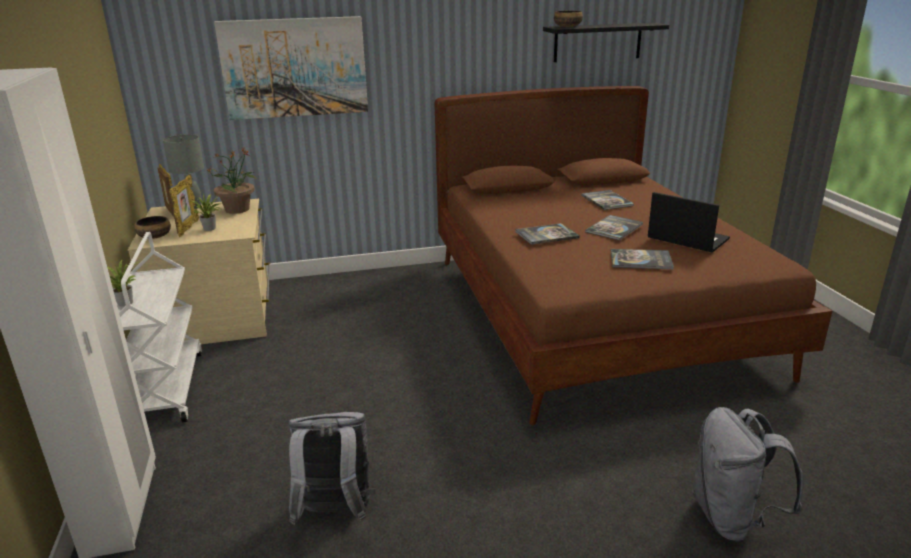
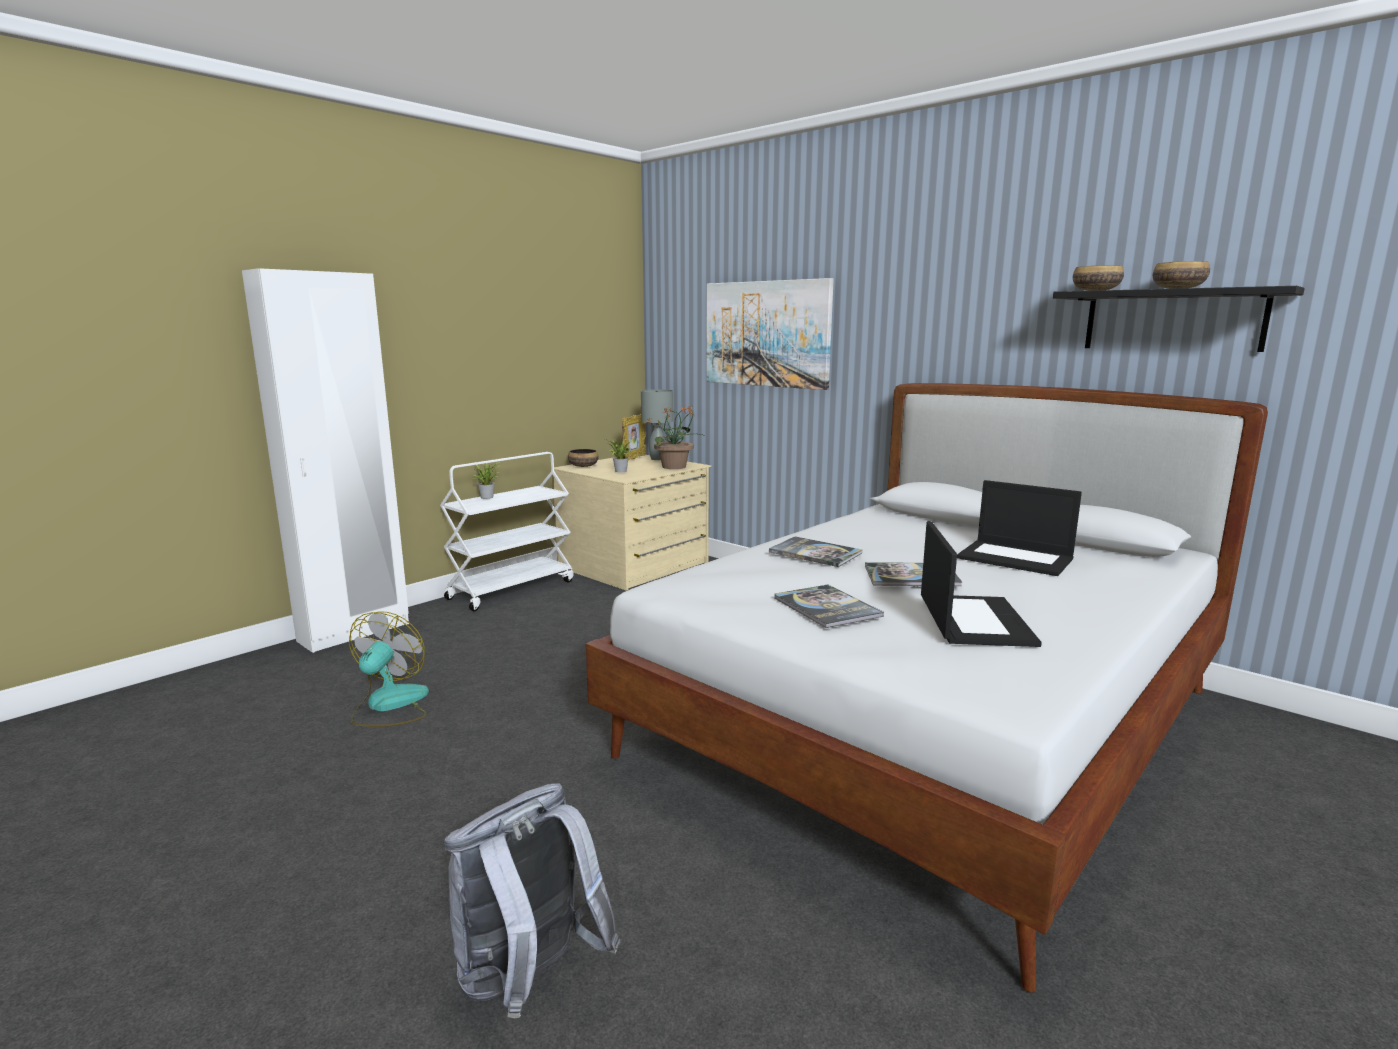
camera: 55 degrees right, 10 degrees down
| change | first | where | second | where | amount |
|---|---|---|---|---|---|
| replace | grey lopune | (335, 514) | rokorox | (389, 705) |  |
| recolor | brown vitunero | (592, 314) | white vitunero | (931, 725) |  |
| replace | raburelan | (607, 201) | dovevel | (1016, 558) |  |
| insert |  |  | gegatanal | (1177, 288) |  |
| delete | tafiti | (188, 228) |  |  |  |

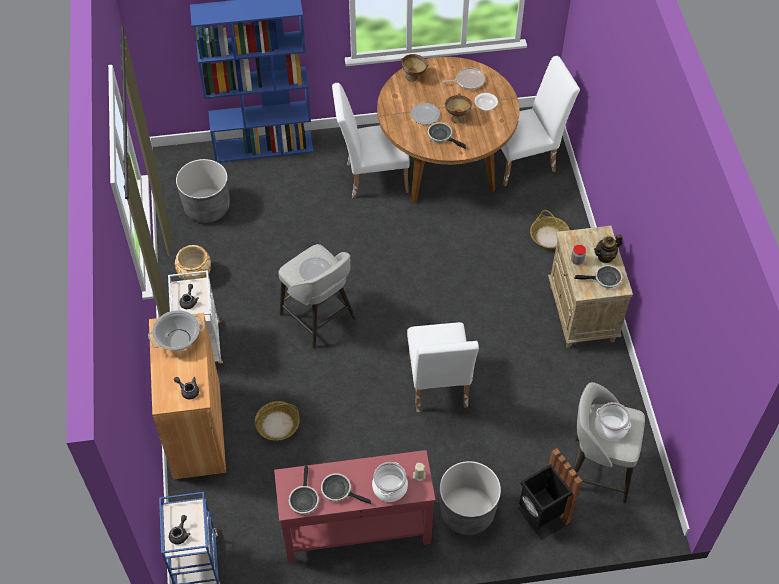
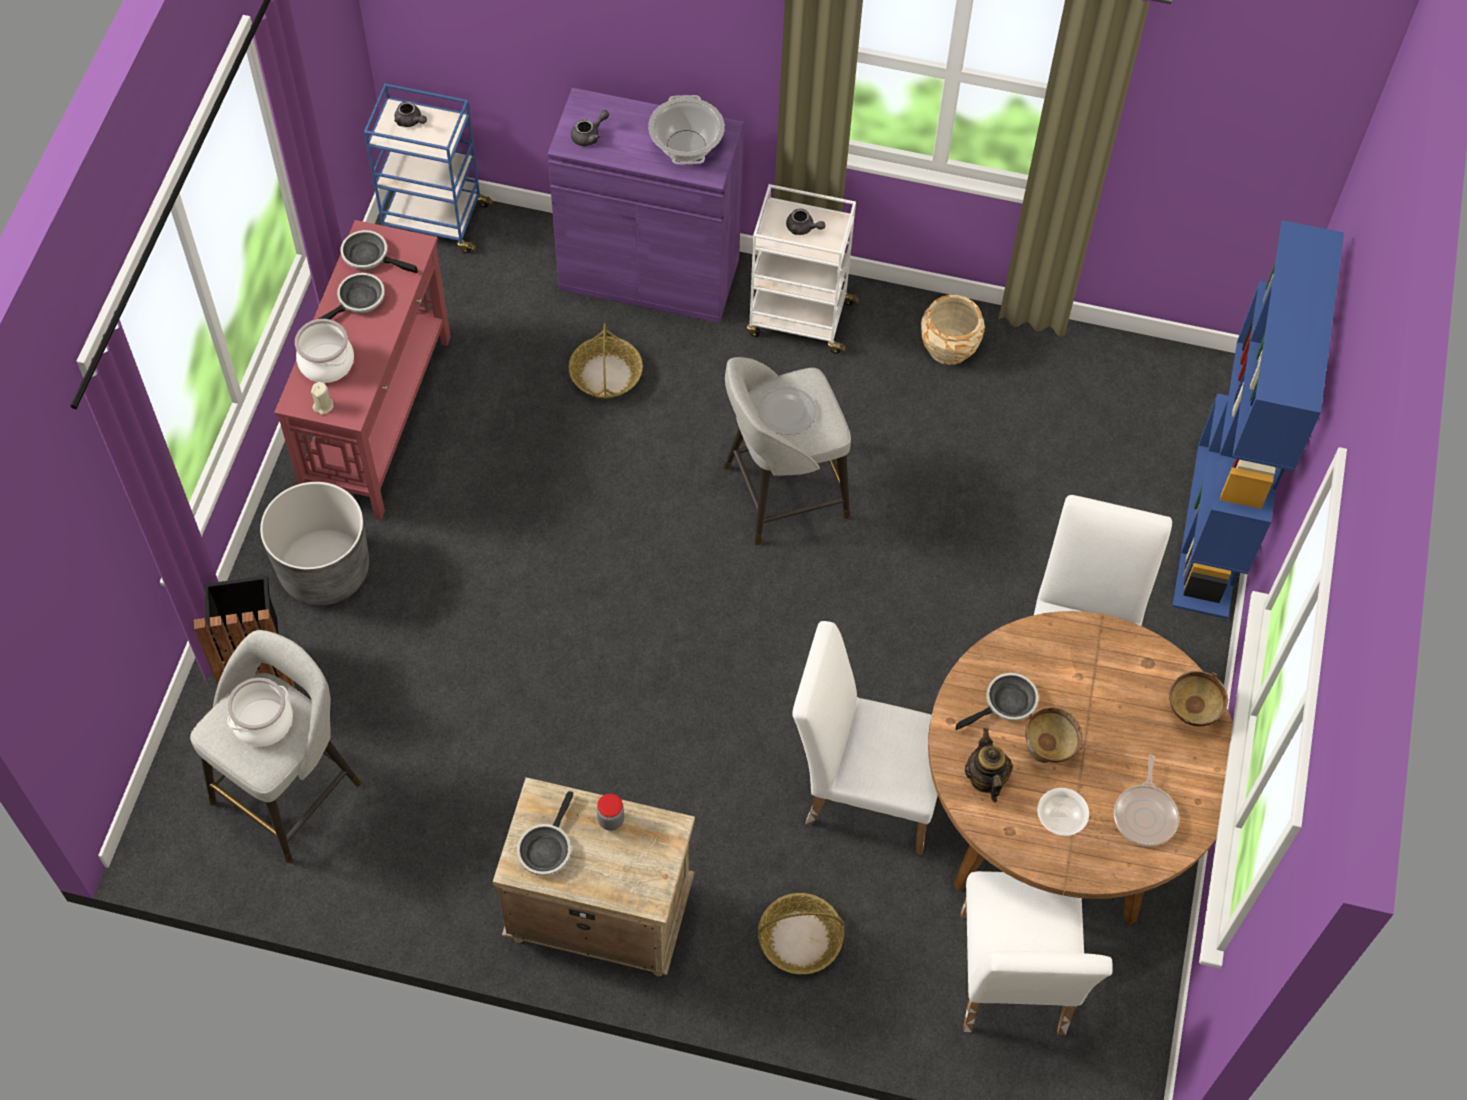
camera: 110 degrees right, 5 degrees up
| change | first | where | second | where | amount |
|---|---|---|---|---|---|
| recolor | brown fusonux | (197, 430) | purple fusonux | (649, 274) |  |
| move | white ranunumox | (438, 388) |  | (862, 792) |  |
| move | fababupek | (605, 256) |  | (985, 778) |  |
| delete | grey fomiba | (207, 207) |  |  |  |
| delete | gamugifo | (425, 115) |  |  |  |

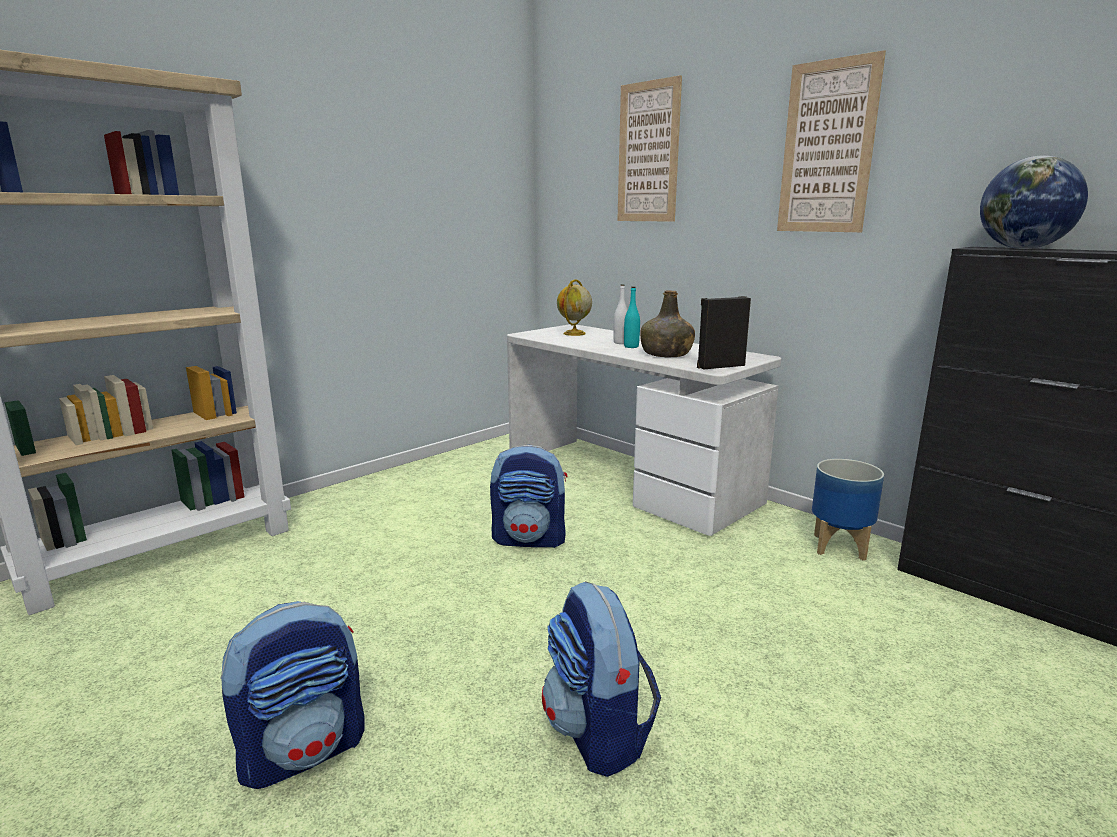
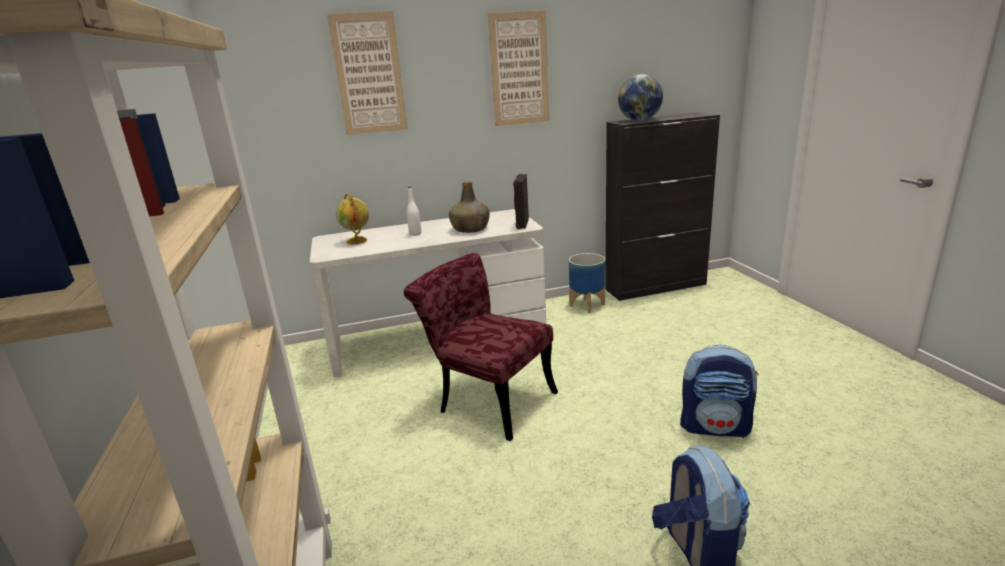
camera: 60 degrees left, 5 degrees up
| change | first | where | second | where | amount |
|---|---|---|---|---|---|
| replace | lopune | (530, 539) | red ranunumox | (488, 399) |  |
| delete | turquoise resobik | (631, 346) |  |  |  |

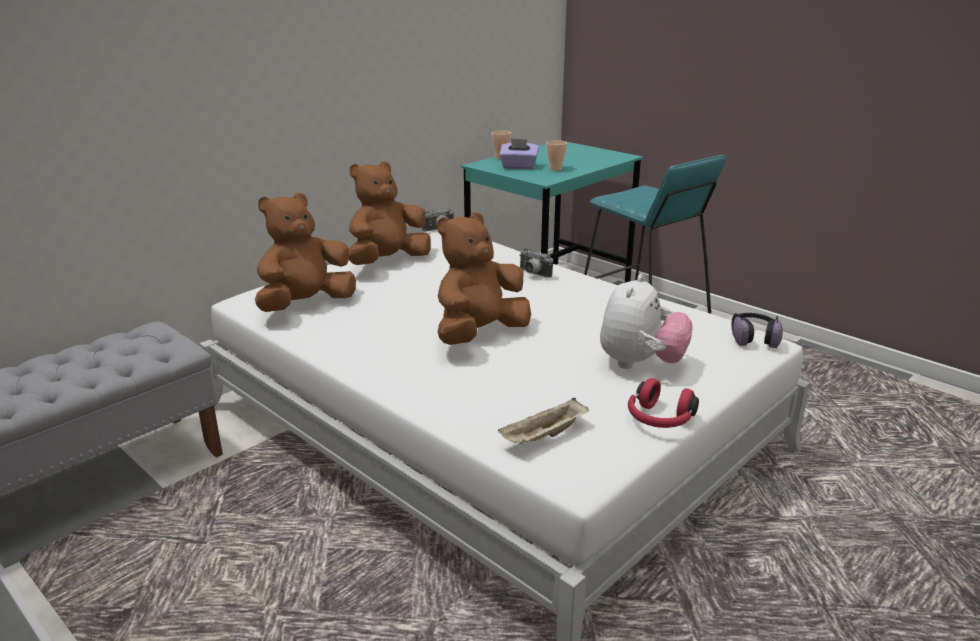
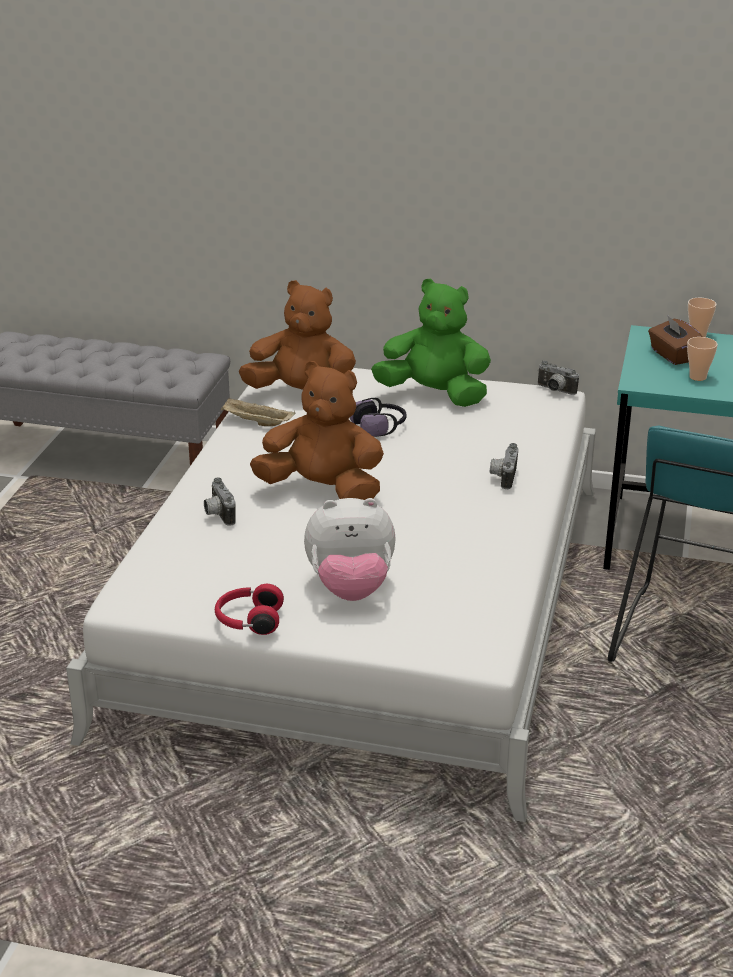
camera: 60 degrees right, 5 degrees up
| change | first | where | second | where | amount |
|---|---|---|---|---|---|
| insert |  |  | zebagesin | (218, 514) |  |
| move | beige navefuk | (544, 437) |  | (256, 422) |  |
| move | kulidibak | (753, 337) |  | (380, 427) |  |
| recolor | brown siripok | (387, 261) | green siripok | (434, 395) |  |
| recolor | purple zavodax | (518, 167) | brown zavodax | (672, 355) |  |

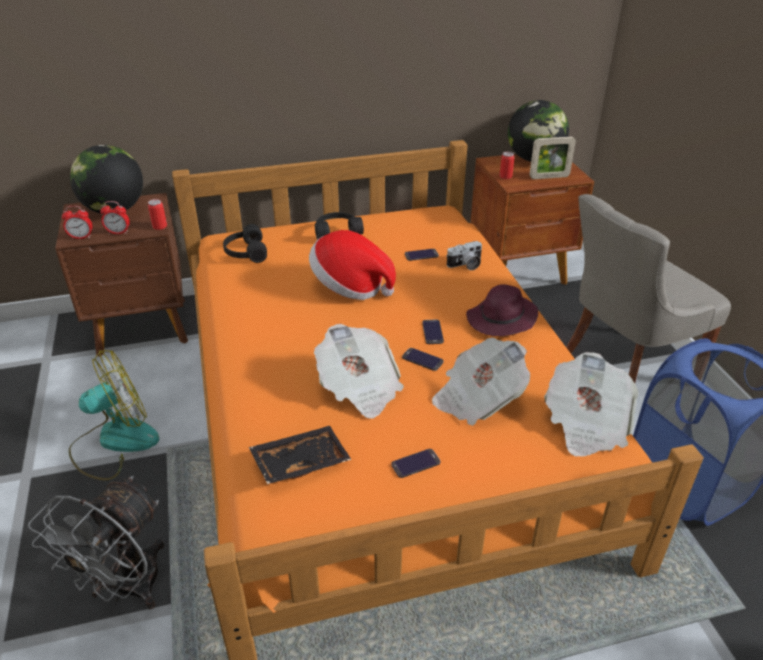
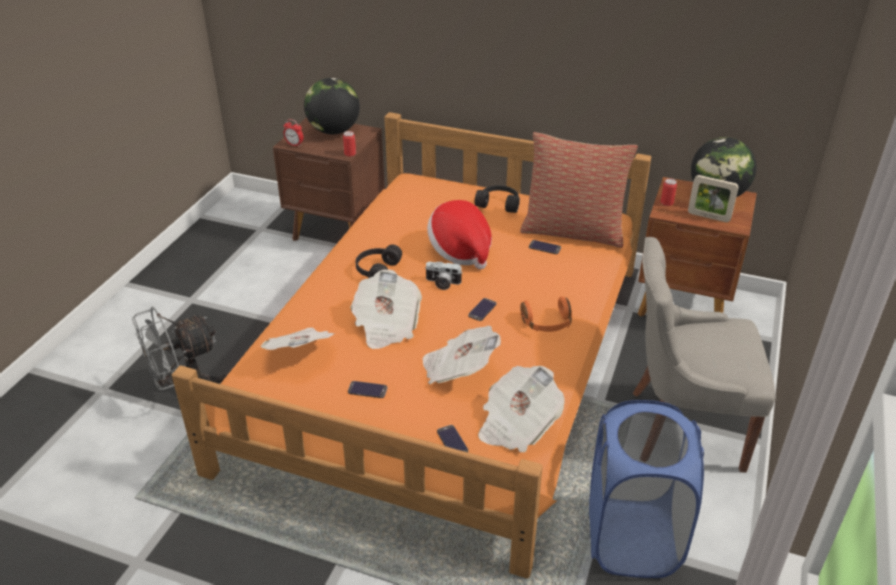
camera: 35 degrees right, 0 degrees up
| change | first | where | second | where | amount |
|---|---|---|---|---|---|
| replace | black navefuk | (300, 461) | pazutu | (300, 353) |  |
| move | black kulidibak | (245, 253) |  | (376, 270) |  |
| move | zebagesin | (465, 265) |  | (442, 283) |  |
| move | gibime | (422, 359) |  | (452, 441) |  |
| insert |  |  | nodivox | (573, 231) |  |
| replace | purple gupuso | (501, 320) | orange kulidibak | (547, 323) |  |
| delete | rokorox | (114, 442) |  |  |  |
| delete | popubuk | (118, 232) |  |  |  |

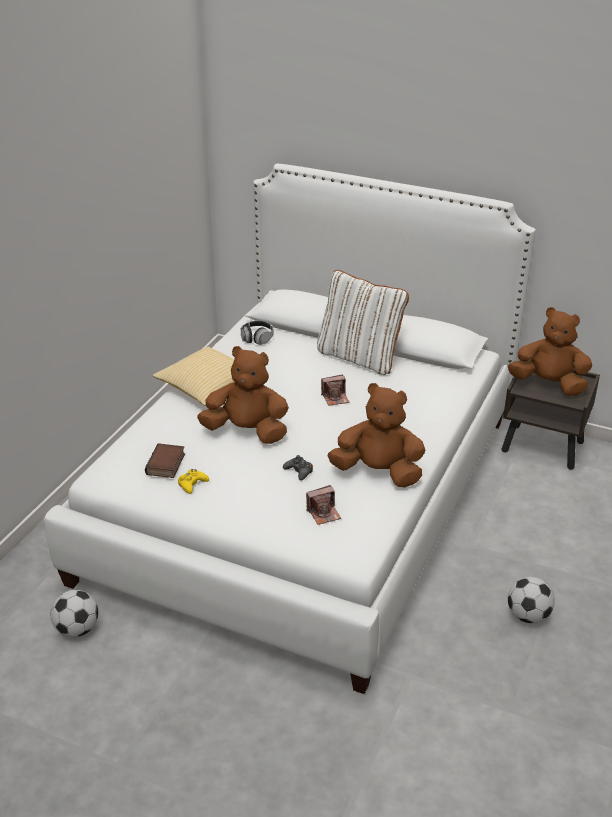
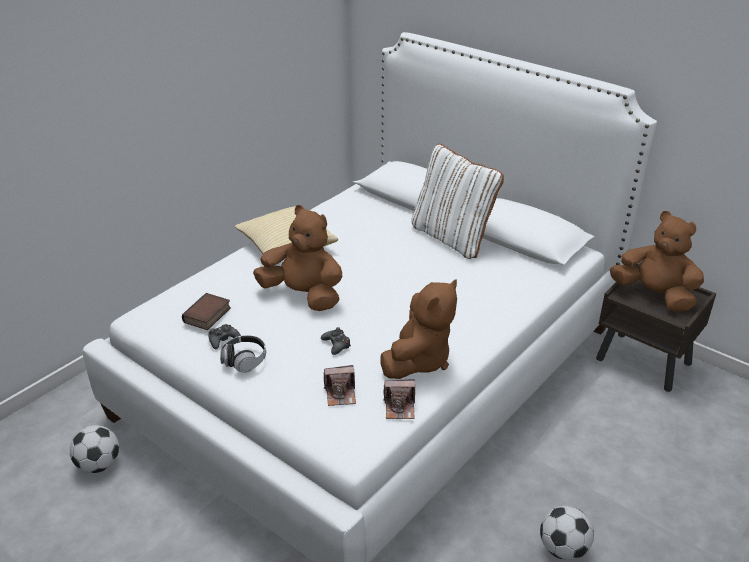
camera: 15 degrees right, 0 degrees up
| change | first | where | second | where | amount |
|---|---|---|---|---|---|
| recolor | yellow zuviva | (192, 484) | black zuviva | (223, 340) |  |
| move | kulidibak | (257, 338) |  | (244, 361) |  |
| rotate | brown siripok | (378, 472) |  | (418, 360) | 90 degrees clockwise |
| move | zebagesin | (335, 398) |  | (400, 408) |  |

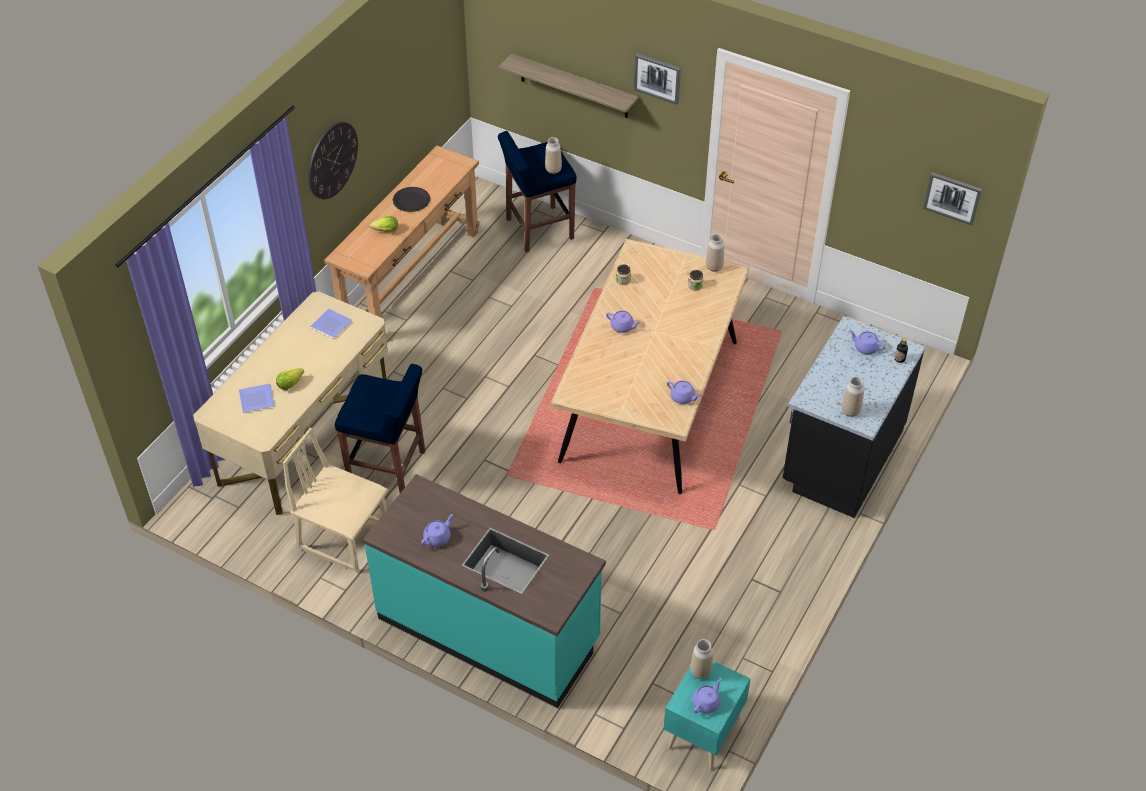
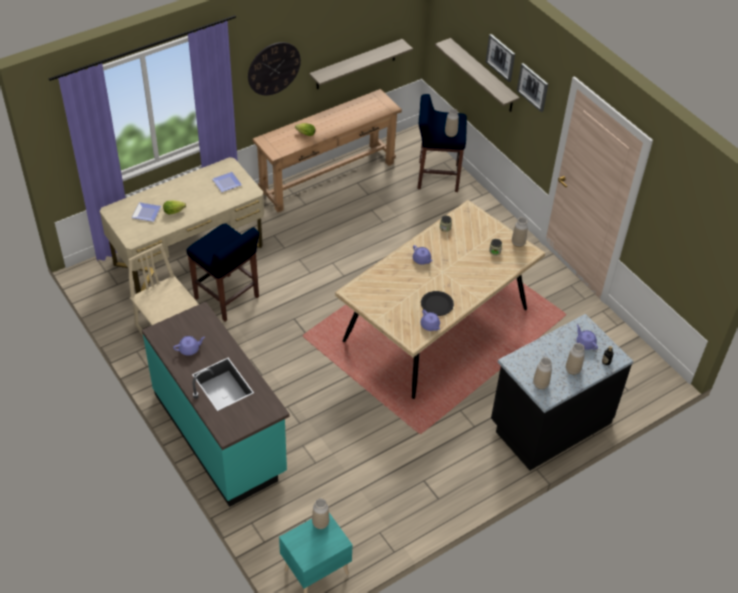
camera: 25 degrees right, 0 degrees up
| change | first | where | second | where | amount |
|---|---|---|---|---|---|
| insert |  |  | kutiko | (356, 64) |  |
| move | black gamugifo | (411, 200) |  | (437, 304) |  |
| move | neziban | (952, 197) |  | (501, 57) |  |
| insert |  |  | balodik | (572, 370) |  |
| delete | purple fababupek | (706, 702) |  |  |  |

